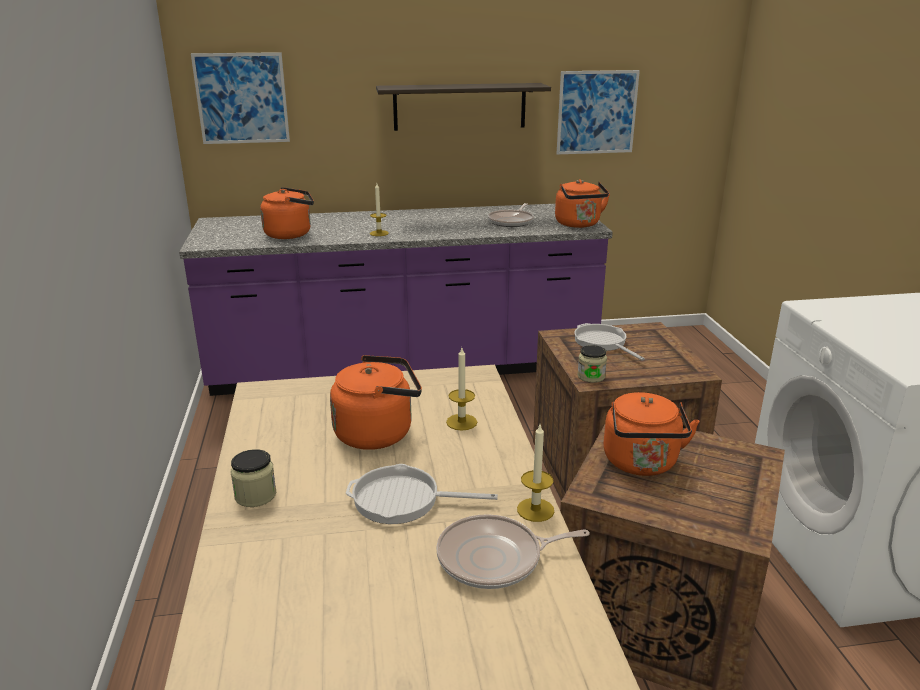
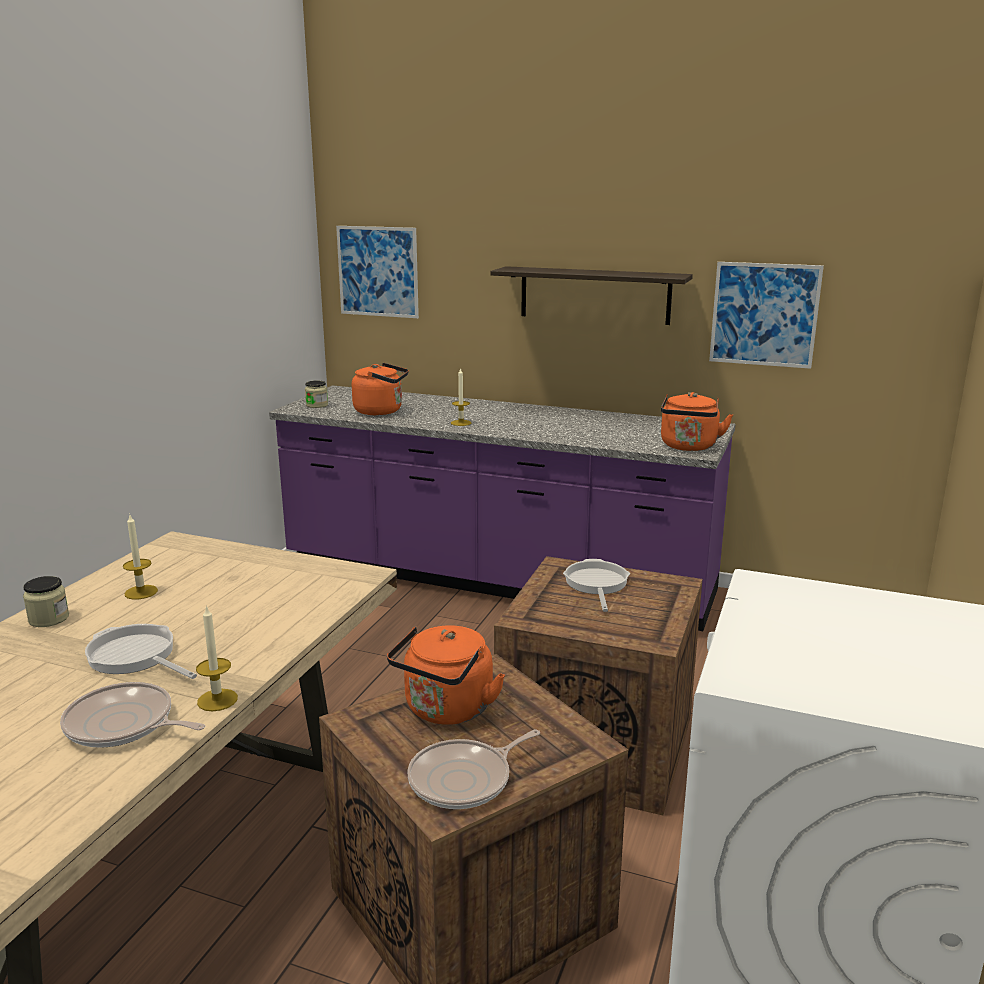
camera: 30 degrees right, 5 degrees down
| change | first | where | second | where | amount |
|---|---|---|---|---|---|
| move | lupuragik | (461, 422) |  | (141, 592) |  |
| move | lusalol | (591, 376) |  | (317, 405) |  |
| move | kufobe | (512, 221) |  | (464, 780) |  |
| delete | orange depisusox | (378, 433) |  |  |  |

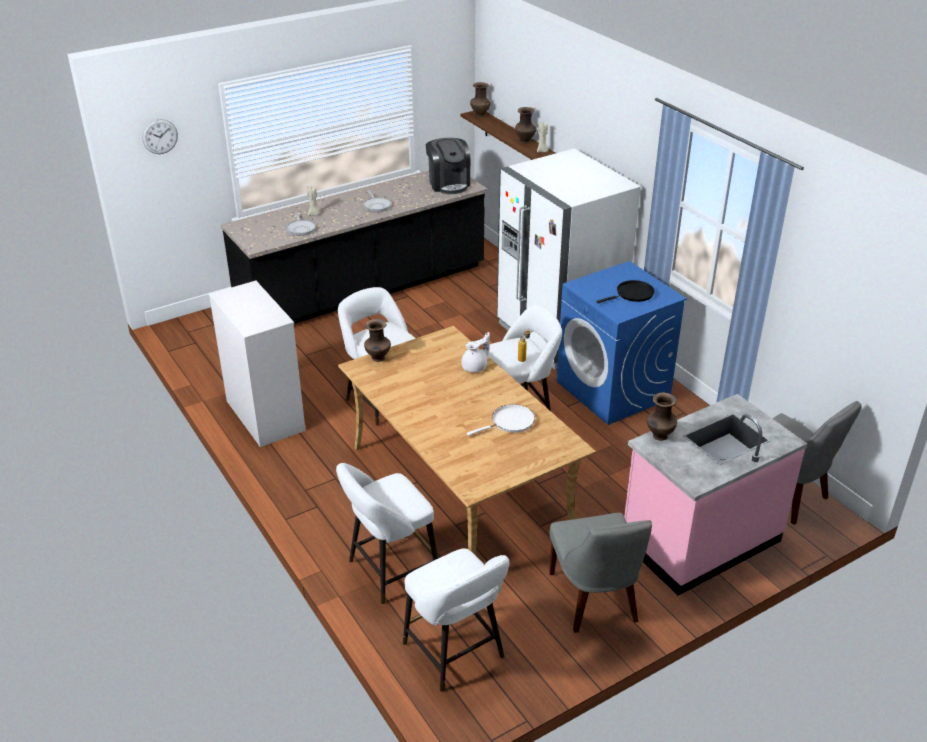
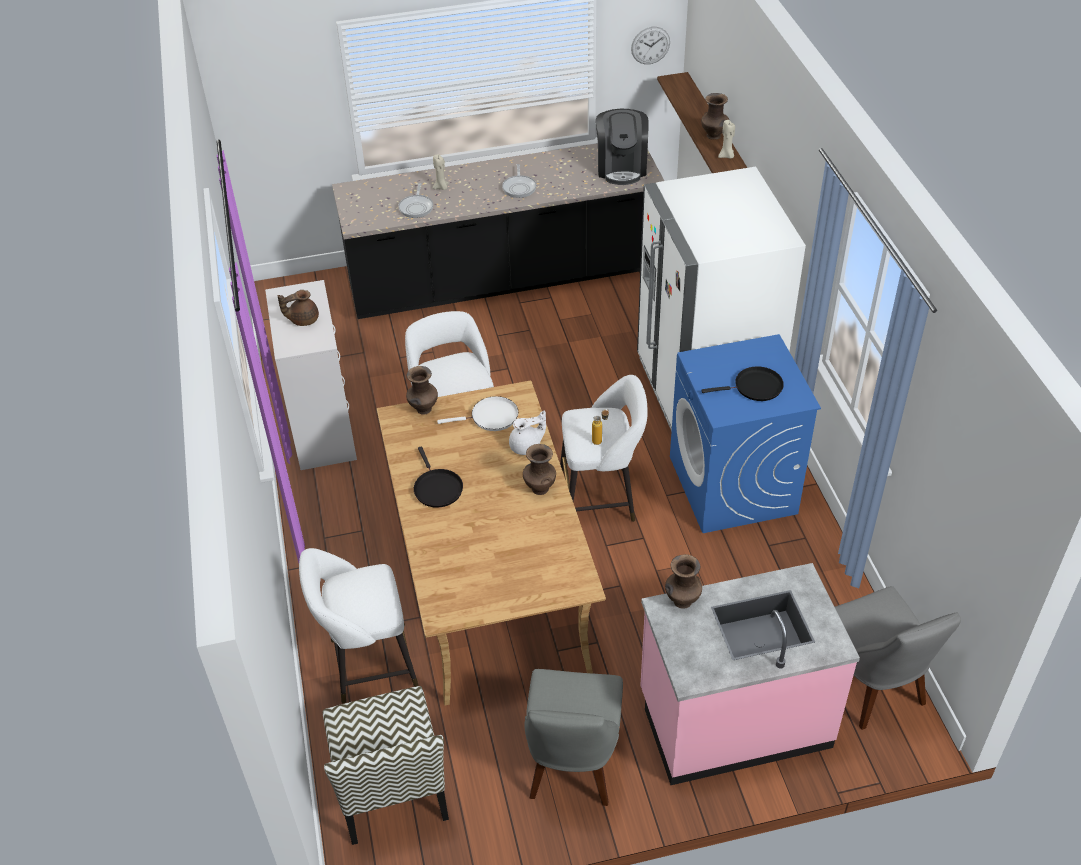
camera: 20 degrees right, 10 degrees up
| change | first | where | second | where | amount |
|---|---|---|---|---|---|
| insert |  |  | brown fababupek | (303, 319) |  |
| replace | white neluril | (456, 654) | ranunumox | (391, 787) |  |
| insert |  |  | black kufobe | (437, 488) |  |
| move | white kufobe | (510, 422) |  | (491, 417) |  |
| move | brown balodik | (480, 115) |  | (539, 488) |  |
| move | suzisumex | (160, 136) |  | (650, 45) |  |

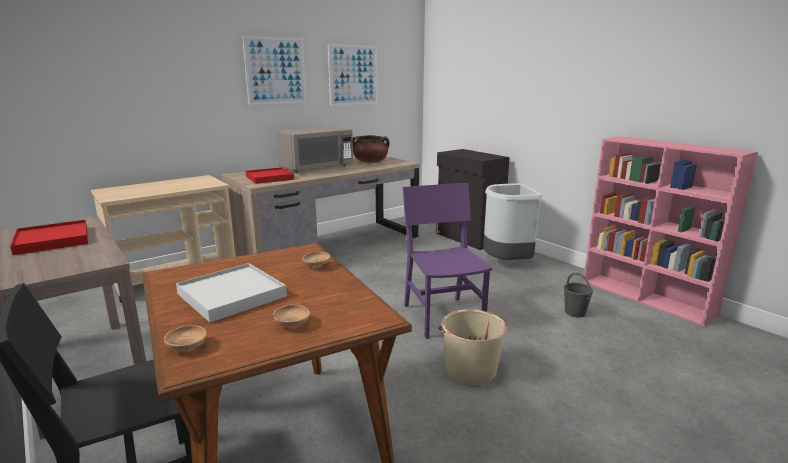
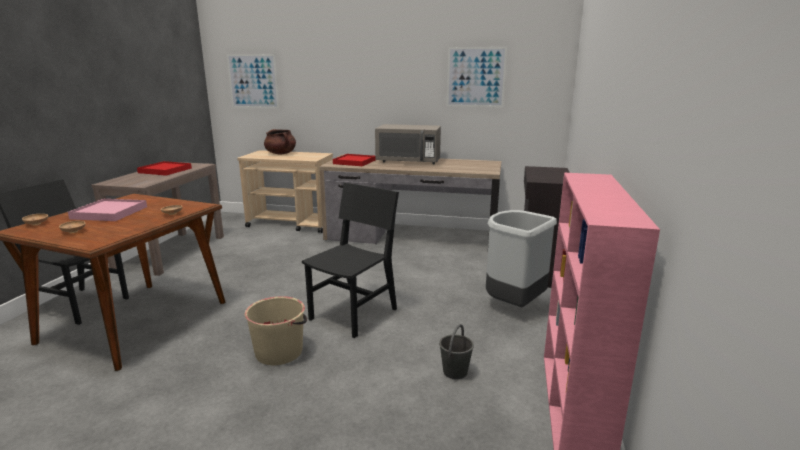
camera: 50 degrees right, 0 degrees up
| change | first | where | second | where | amount |
|---|---|---|---|---|---|
| recolor | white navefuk | (231, 295) | pink navefuk | (109, 213) |  |
| move | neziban | (276, 71) |  | (253, 81) |  |
| move | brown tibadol | (370, 162) |  | (281, 153) |  |
| recolor | purple ranunumox | (443, 317) | black ranunumox | (354, 314) |  |

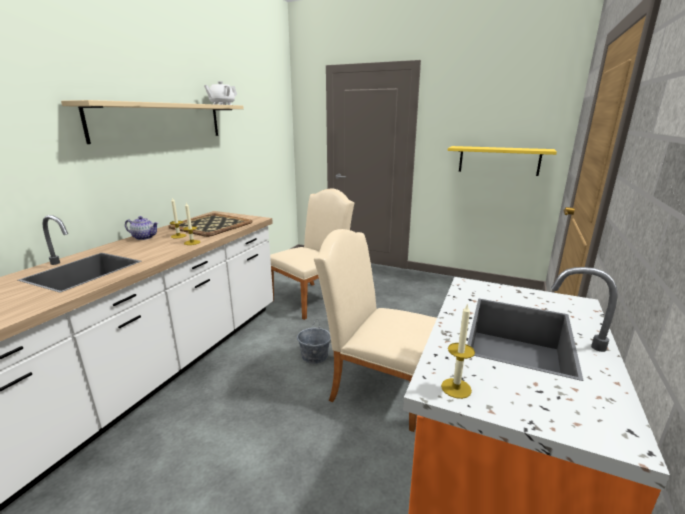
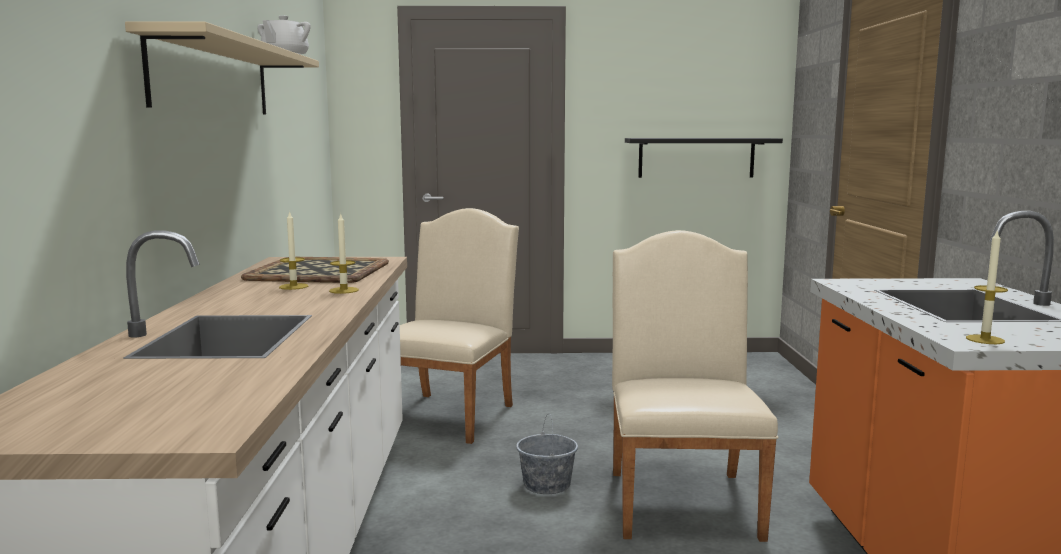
camera: 25 degrees left, 10 degrees down
| change | first | where | second | where | amount |
|---|---|---|---|---|---|
| rotate | beige ranunumox | (377, 386) |  | (682, 498) | 90 degrees clockwise |
| recolor | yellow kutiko | (499, 160) | black kutiko | (696, 157) |  |
| delete | fababupek | (144, 237) |  |  |  |

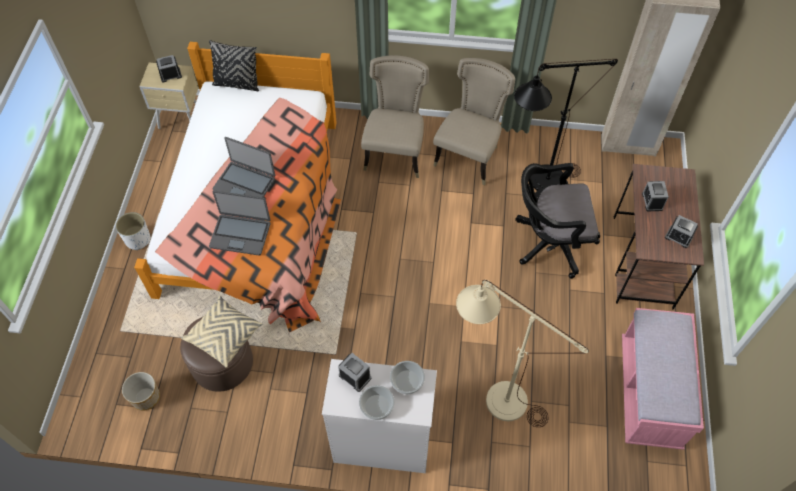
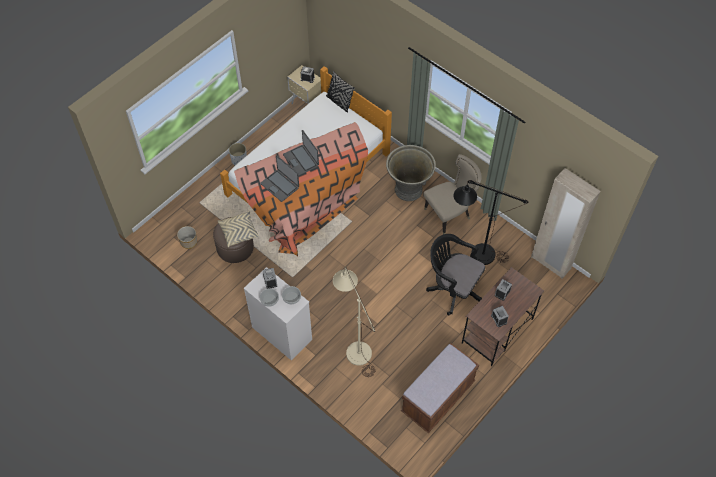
camera: 35 degrees right, 0 degrees up
| change | first | where | second | where | amount |
|---|---|---|---|---|---|
| replace | beige ranunumox | (395, 153) | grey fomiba | (409, 189) |  |
| recolor | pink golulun | (649, 393) | brown golulun | (438, 397) |  |

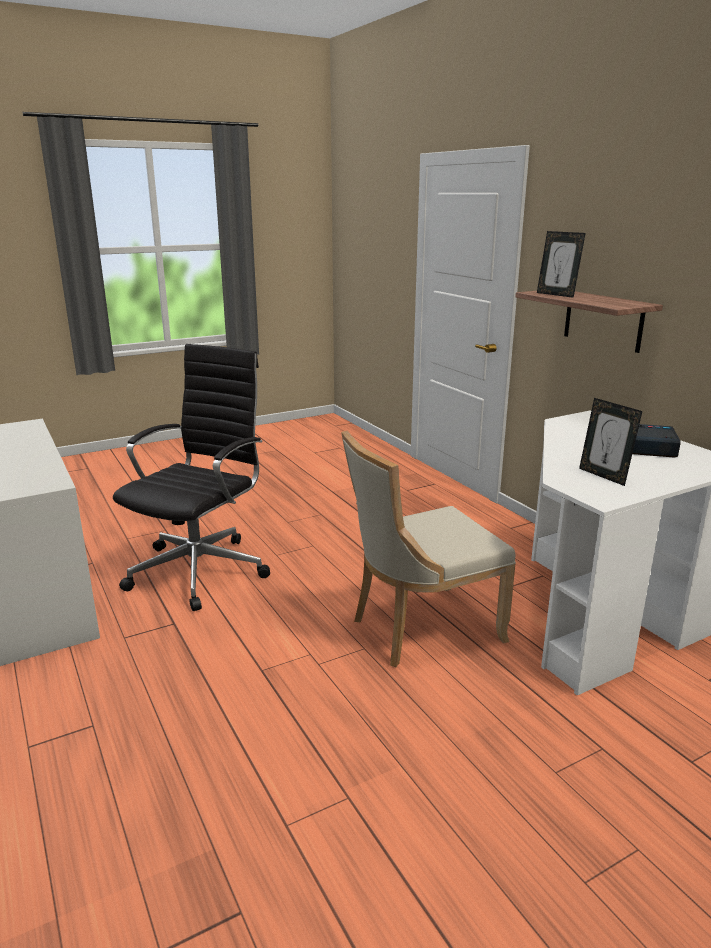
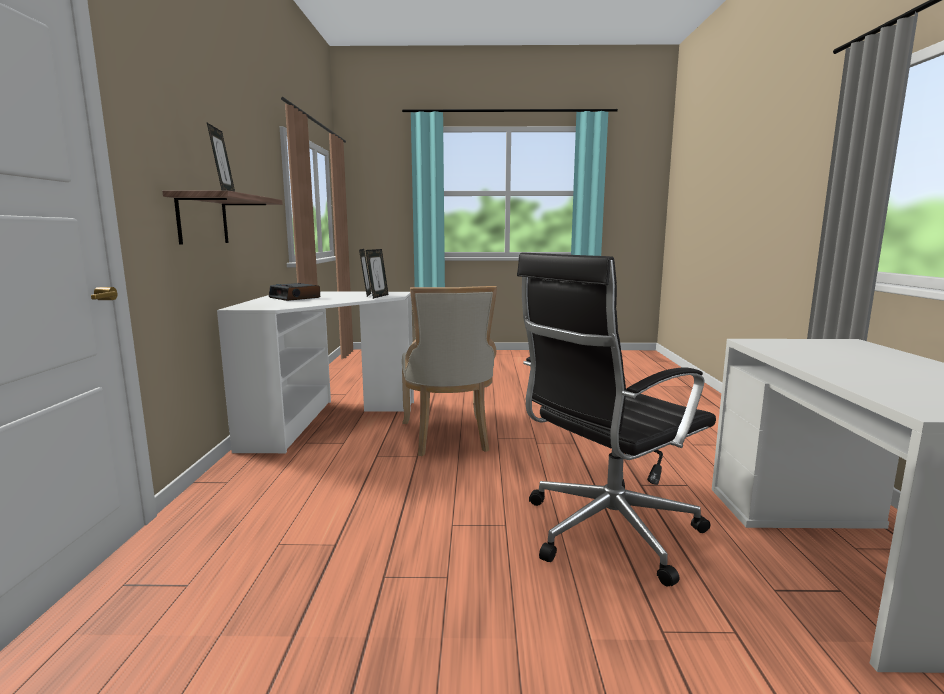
camera: 150 degrees left, 10 degrees down
| change | first | where | second | where | amount |
|---|---|---|---|---|---|
| insert |  |  | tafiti | (378, 296) |  |
| rotate | beige ranunumox | (420, 629) |  | (448, 437) | 75 degrees clockwise |

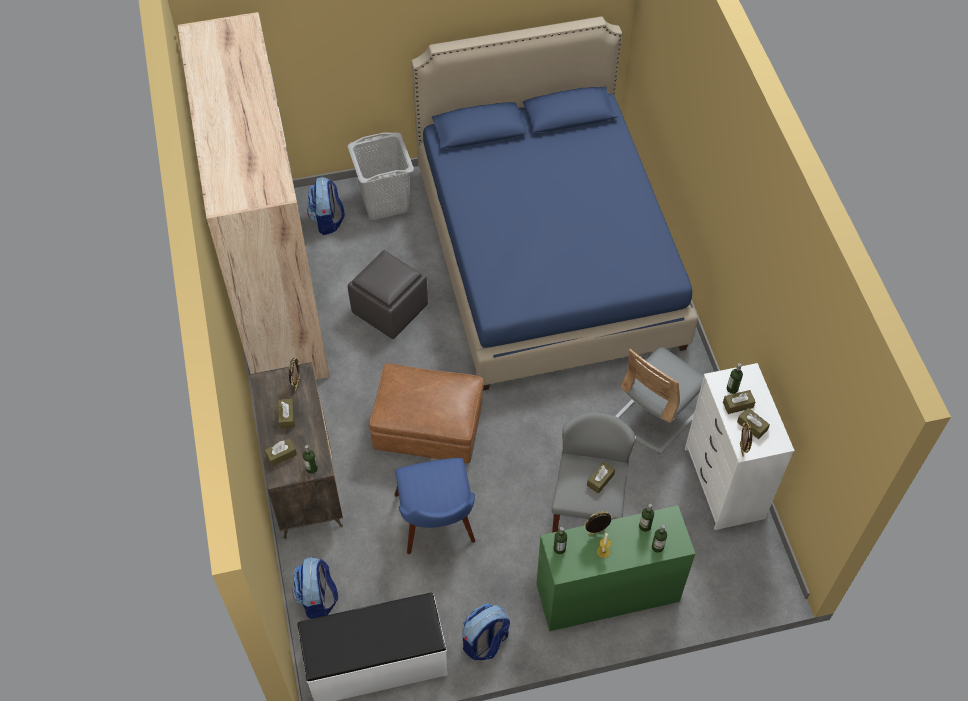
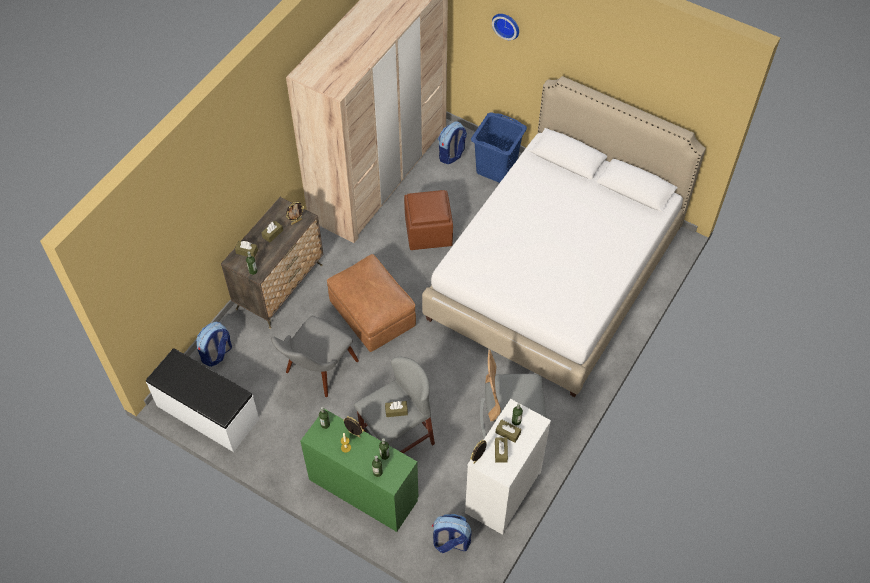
camera: 45 degrees right, 0 degrees up
| change | first | where | second | where | amount |
|---|---|---|---|---|---|
| recolor | blue ranunumox | (438, 528) | grey ranunumox | (316, 372) |  |
| recolor | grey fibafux | (389, 308) | brown fibafux | (429, 231) |  |
| recolor | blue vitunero | (547, 256) | white vitunero | (555, 274) |  |
| move | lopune | (485, 642) |  | (450, 542) |  |
| recolor | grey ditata | (385, 201) | blue ditata | (496, 168) |  |
| insert |  |  | suzisumex | (507, 25) |  |

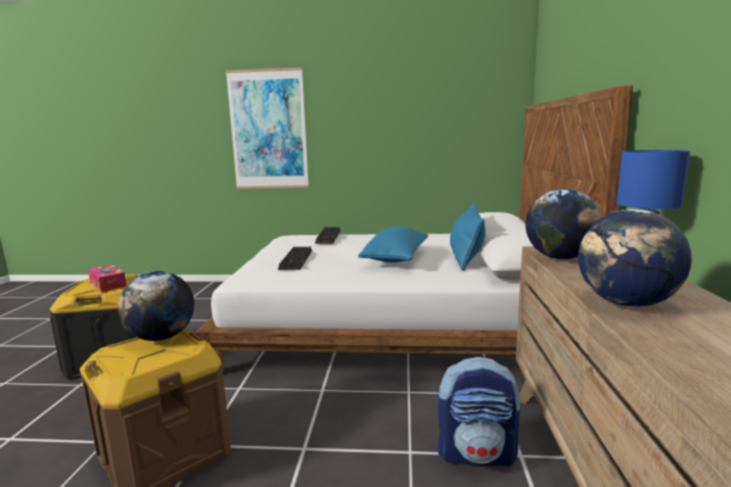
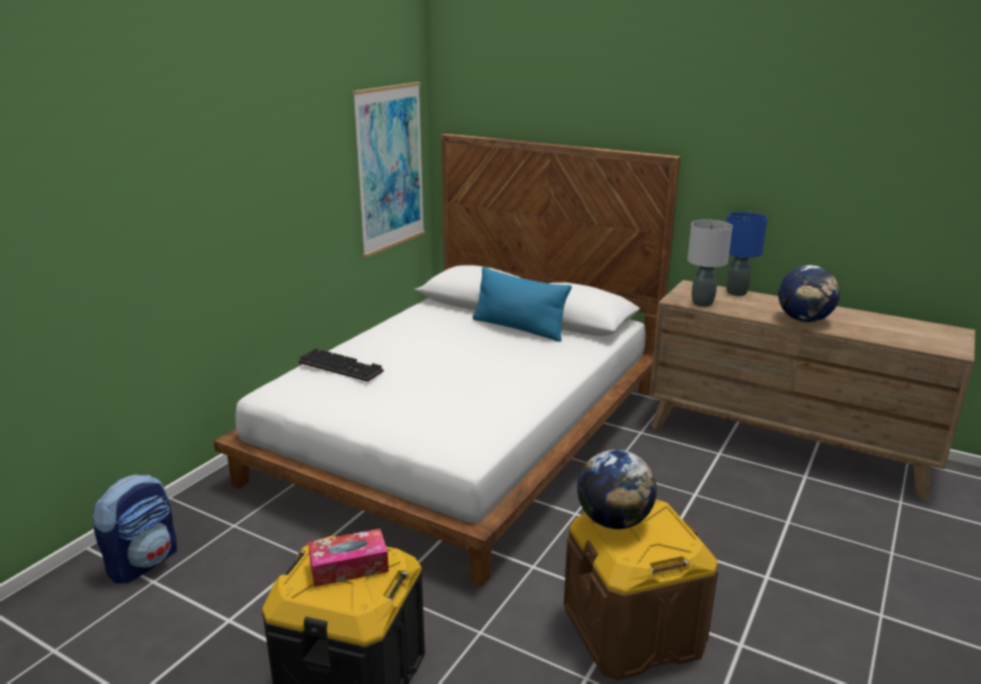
camera: 65 degrees left, 10 degrees up
| change | first | where | second | where | amount |
|---|---|---|---|---|---|
| move | lopune | (477, 454) |  | (144, 562) |  |
| move | neziban | (268, 130) |  | (390, 168) |  |
| replace | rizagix | (560, 257) | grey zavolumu | (702, 303) |  |
| delete | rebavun | (297, 260) |  |  |  |
| delete | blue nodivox | (396, 258) |  |  |  |

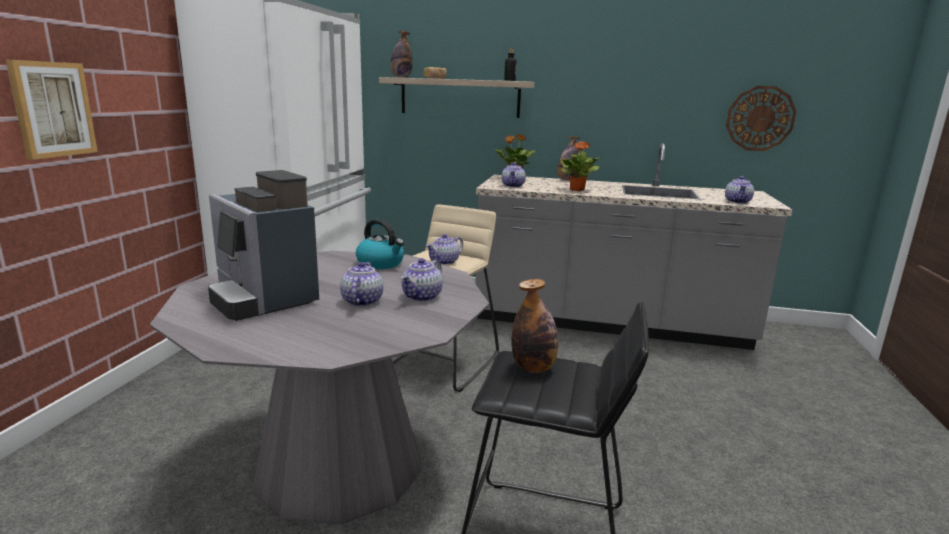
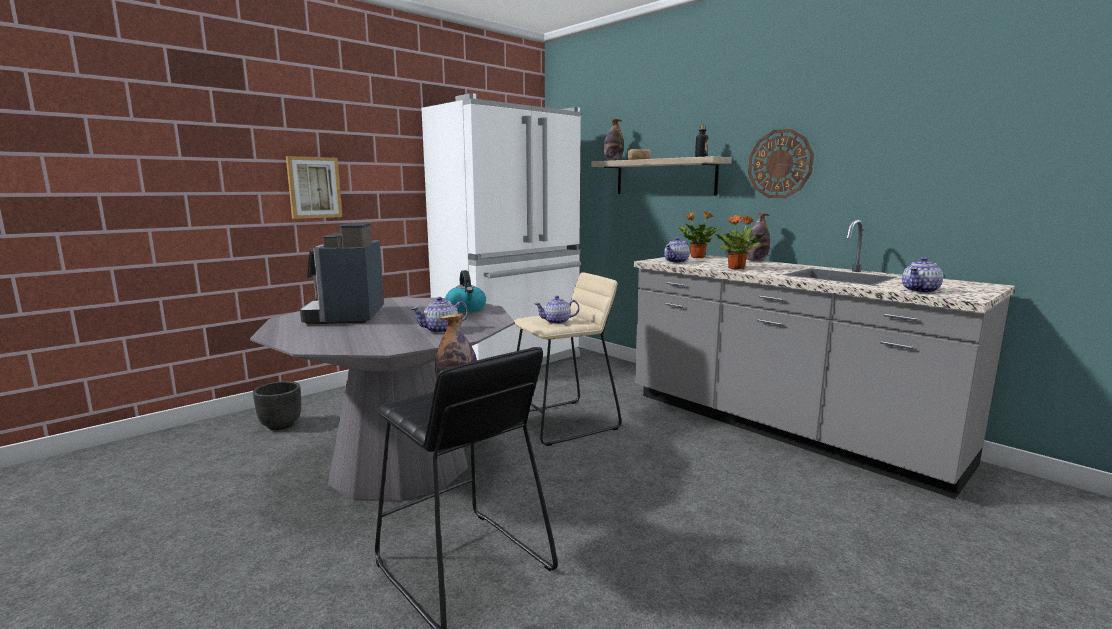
camera: 35 degrees right, 5 degrees down
| change | first | where | second | where | amount |
|---|---|---|---|---|---|
| insert |  |  | black fomiba | (280, 425) |  |
| move | suzisumex | (760, 118) |  | (780, 164) |  |
| delete | fababupek | (361, 301) |  |  |  |

